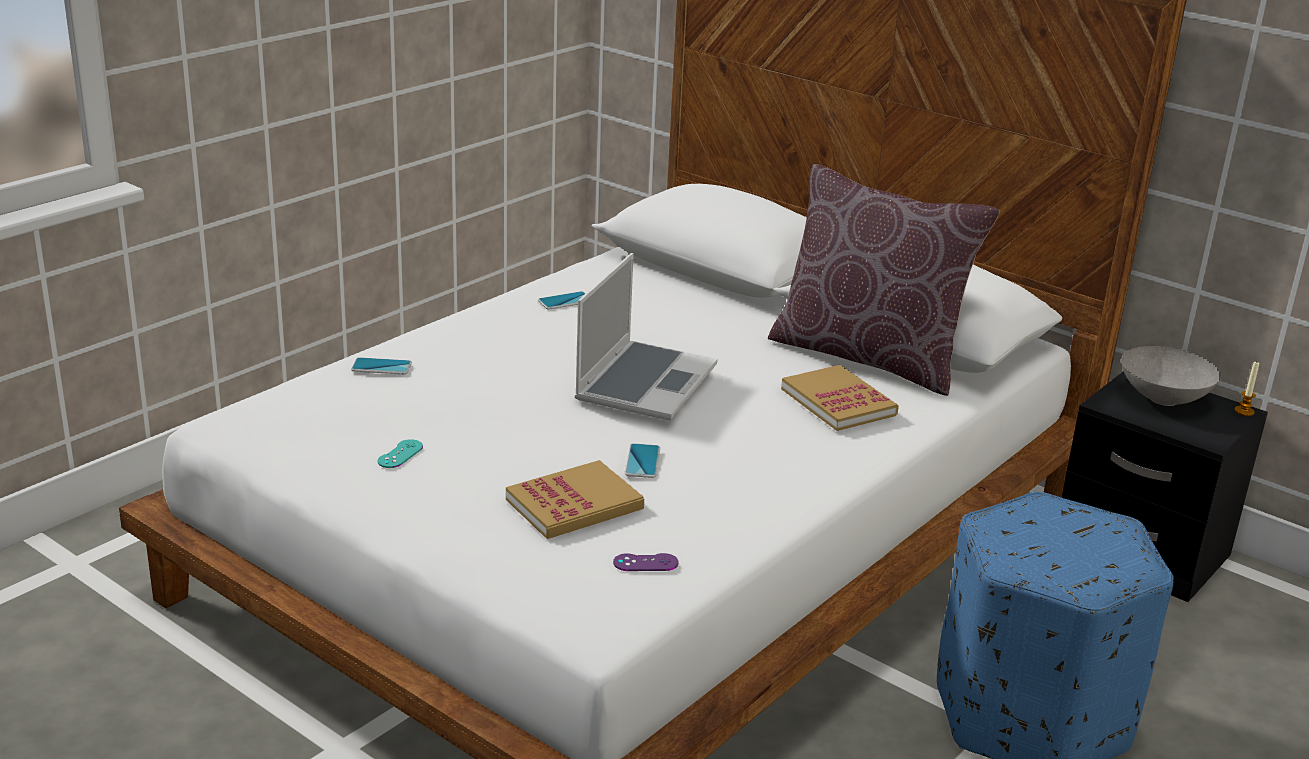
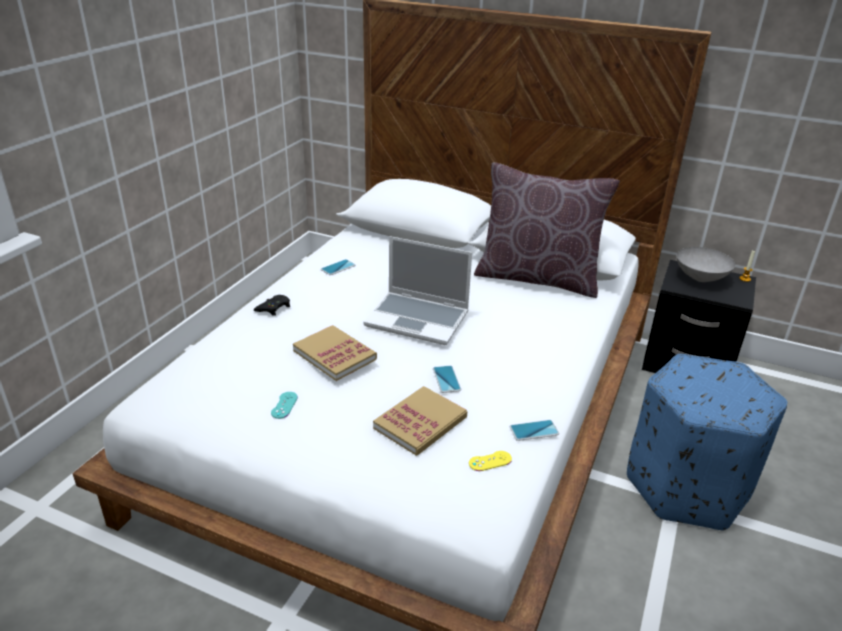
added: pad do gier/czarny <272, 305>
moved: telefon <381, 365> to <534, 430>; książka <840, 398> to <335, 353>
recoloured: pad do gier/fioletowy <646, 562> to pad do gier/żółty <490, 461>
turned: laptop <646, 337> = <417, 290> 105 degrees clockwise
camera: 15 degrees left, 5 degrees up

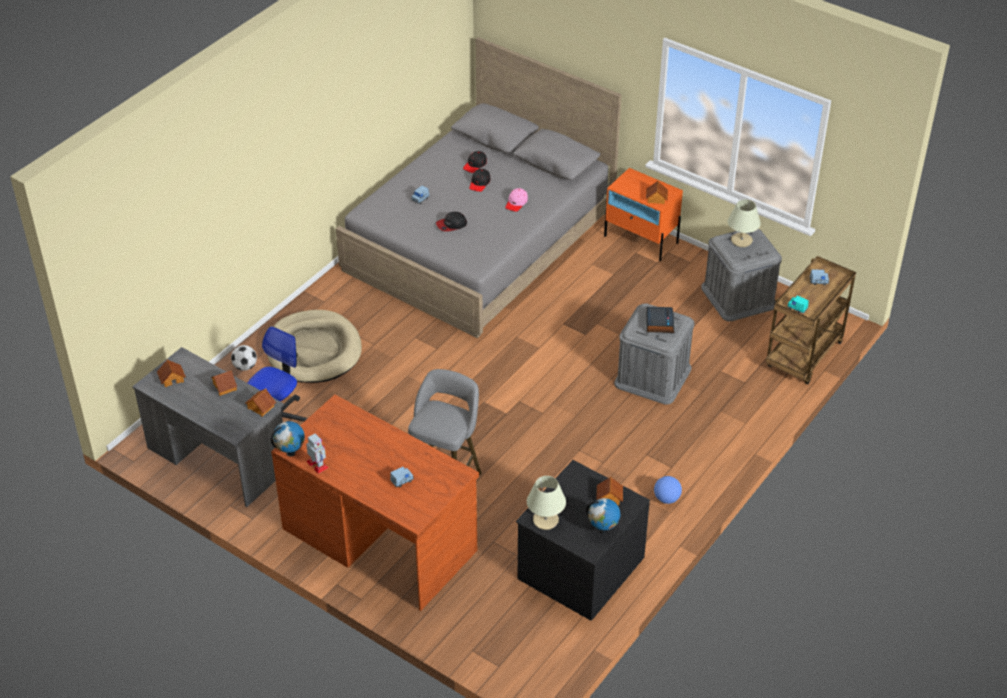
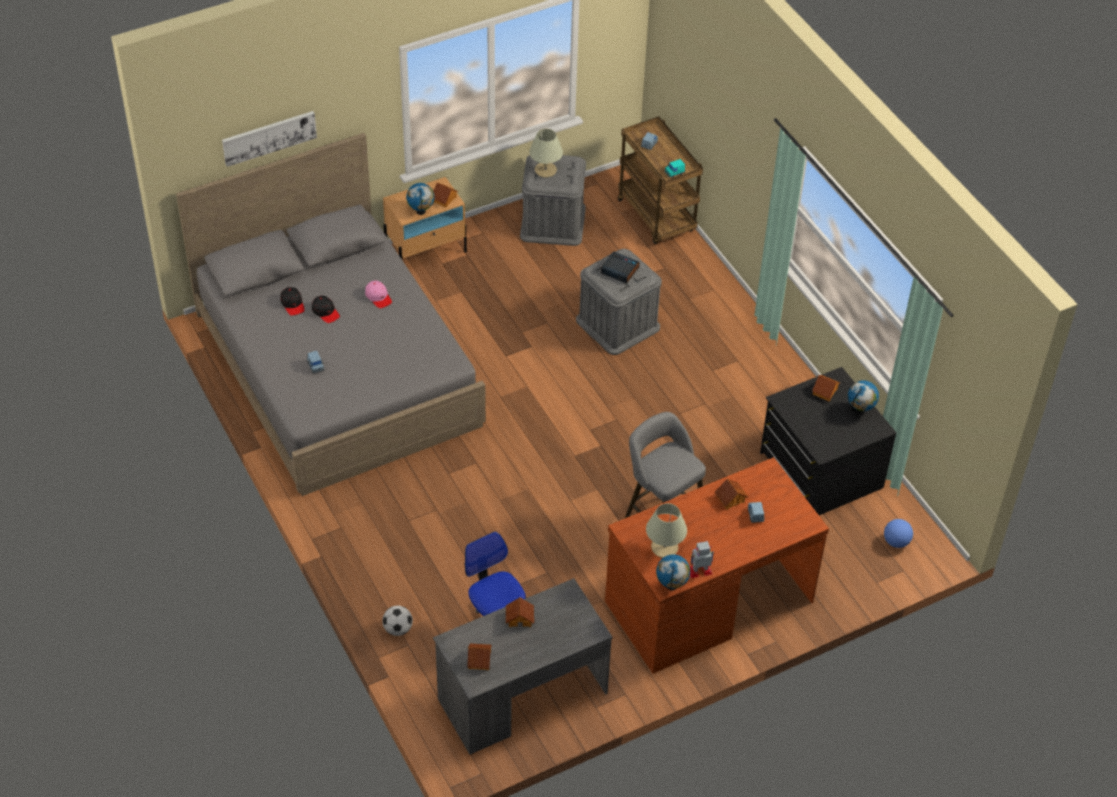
removed: legowisko/beżowy <314, 346>; czapka z daszkiem <451, 222>
added: obraz <269, 139>; globus <420, 199>
moved: domek <260, 402> to <731, 494>; lampa stołowa/beżowy <546, 503> to <666, 530>; piłka futbolowa <668, 490> to <898, 533>
recoloured: szafka nocna/pomarańczowy <643, 214> to szafka nocna/beżowy <425, 218>
camera: 65 degrees left, 5 degrees up

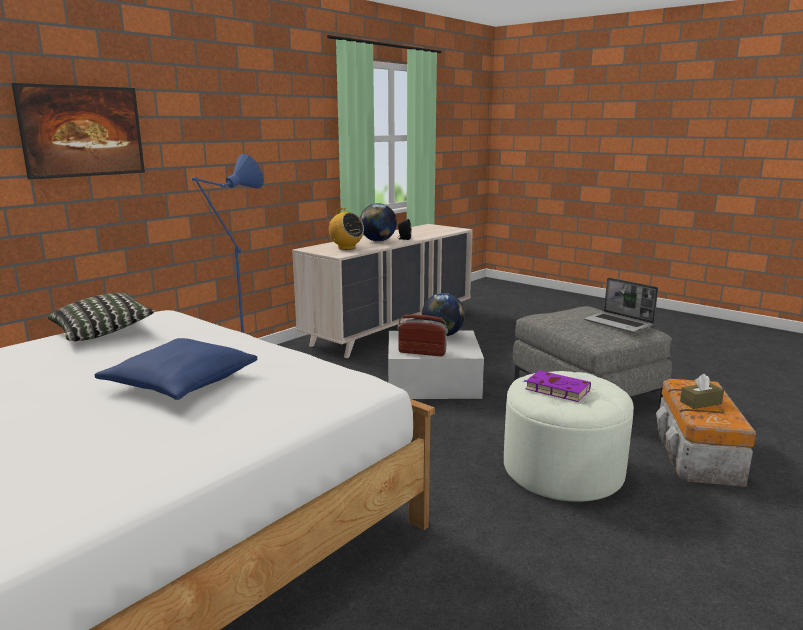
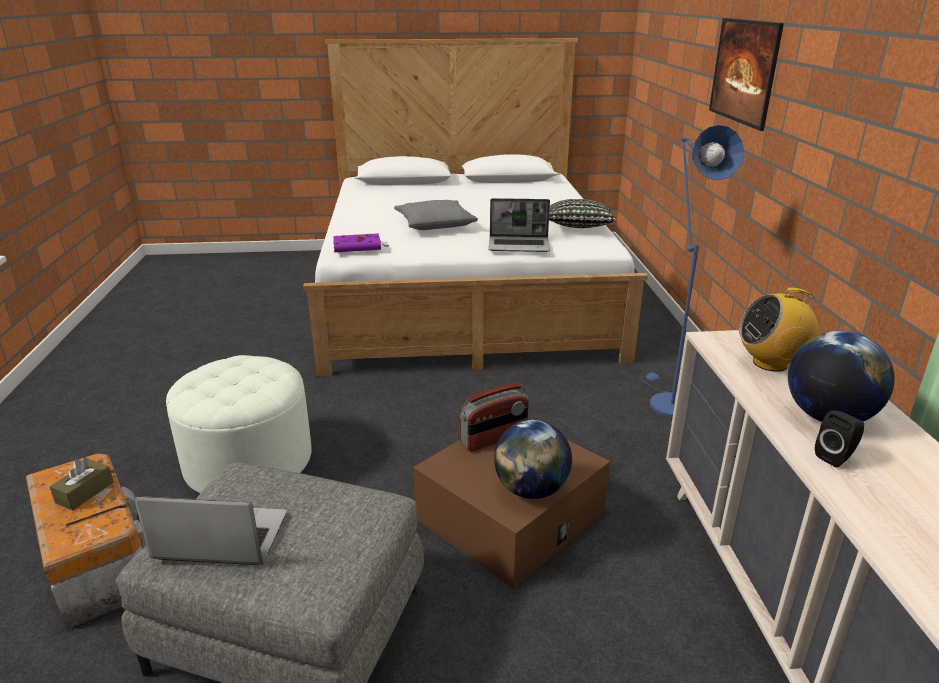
added: laptop <519, 225>
moved: książka/fioletowy <557, 386> to <361, 242>
recoloured: poduszka/niebieski <176, 369> to poduszka/szary <436, 215>; pojemnik do przechowywania/biały <436, 365> to pojemnik do przechowywania/brązowy <511, 514>
camera: 135 degrees right, 10 degrees up

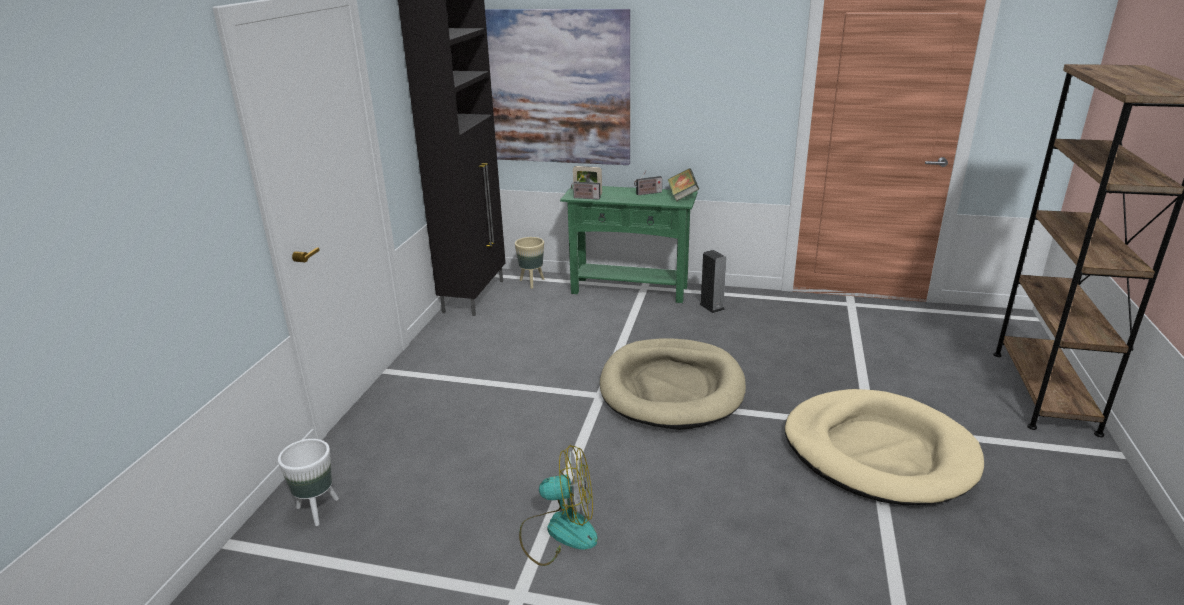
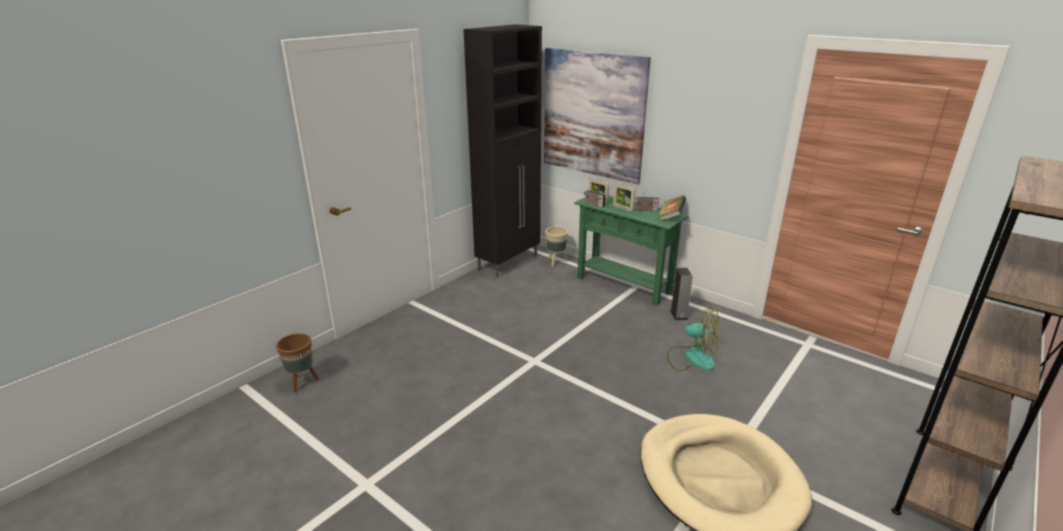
removed: legowisko/beżowy <673, 384>
added: ramka na zdjęcie <624, 197>
moved: wentylator <558, 505> to <693, 339>
recoloured: donica/biały <308, 482> to donica/brązowy <297, 363>
camera: 25 degrees right, 0 degrees up

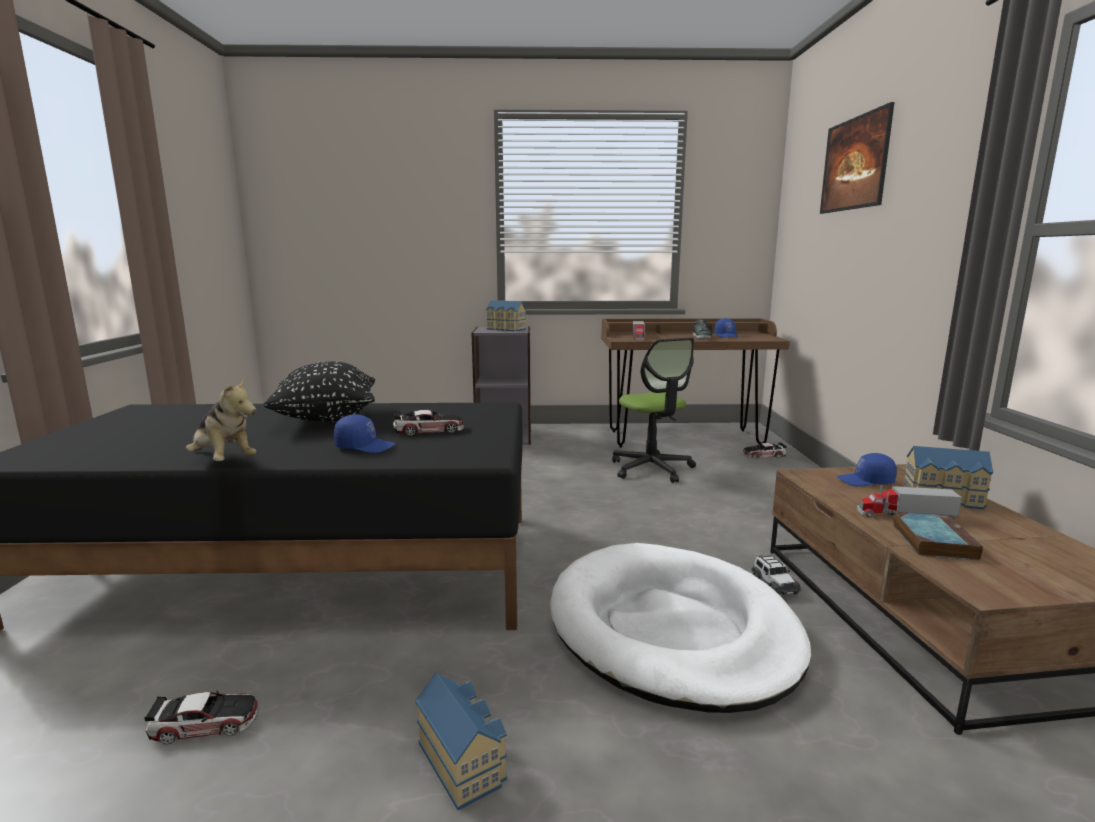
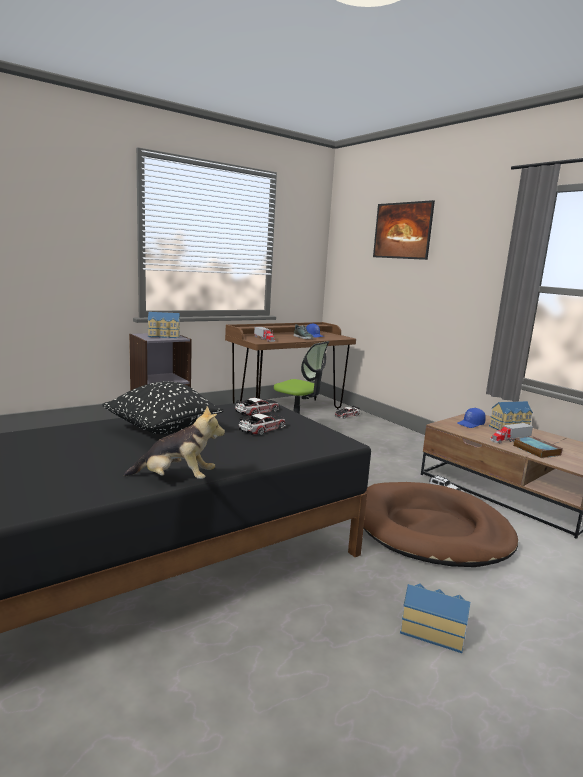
removed: czapka z daszkiem/niebieski <364, 433>
moved: samochodzik <201, 717> to <257, 407>
recoloured: legowisko/biały <680, 628> to legowisko/brązowy <441, 524>
camera: 35 degrees left, 0 degrees up

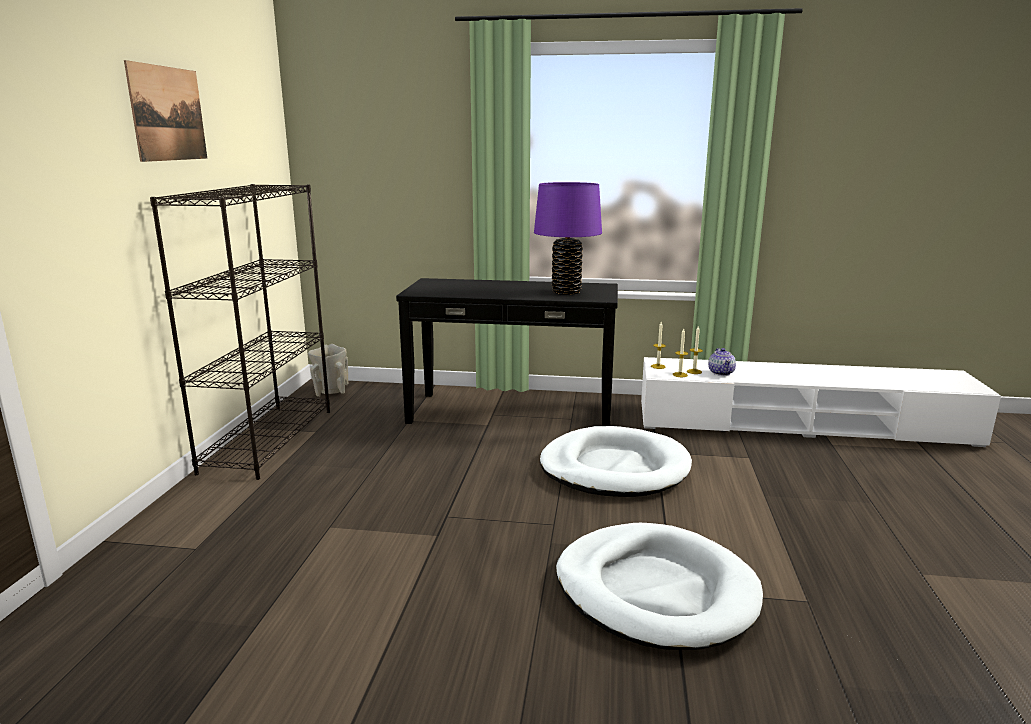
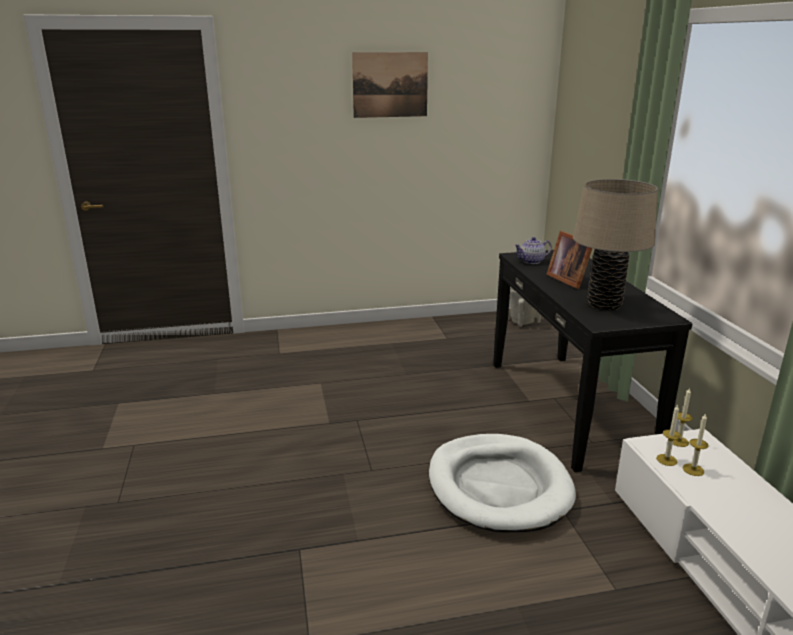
removed: regał/czarny <240, 332>; legowisko/biały <659, 586>
added: ramka na zdjęcie <569, 260>
moved: imbryk <722, 362> to <533, 250>
recoloured: lampa stołowa/fioletowy <568, 238> to lampa stołowa/beżowy <615, 244>
camera: 70 degrees right, 5 degrees up

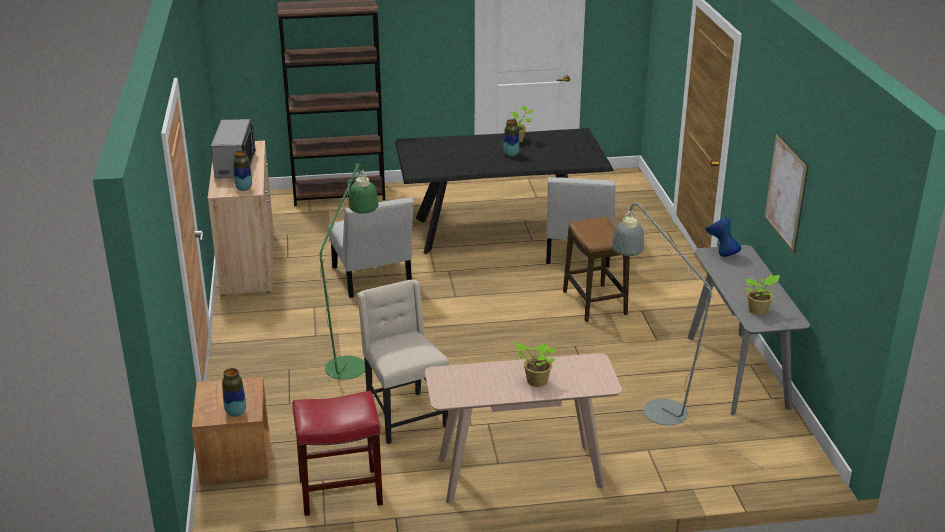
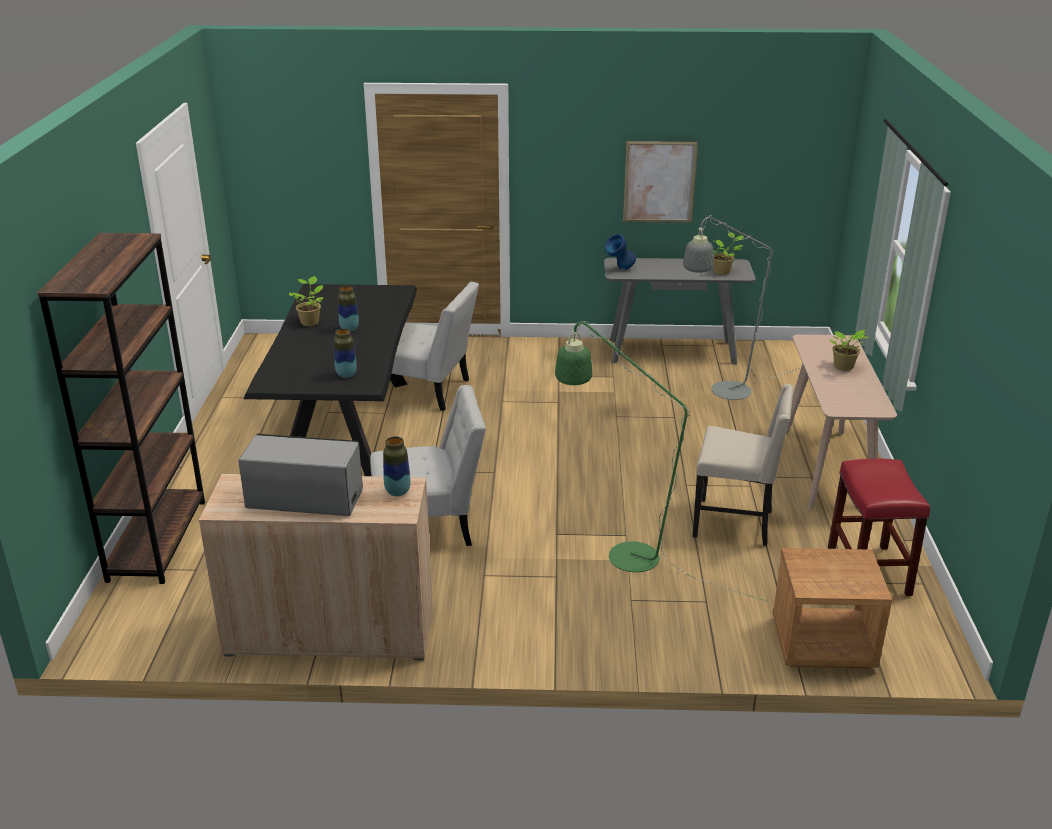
removed: stołek <596, 269>
moved: wazon <234, 392> to <345, 353>
turned: krzesło/beżowy <403, 362> = <743, 465> 150 degrees counterclockwise
camera: 80 degrees left, 0 degrees up

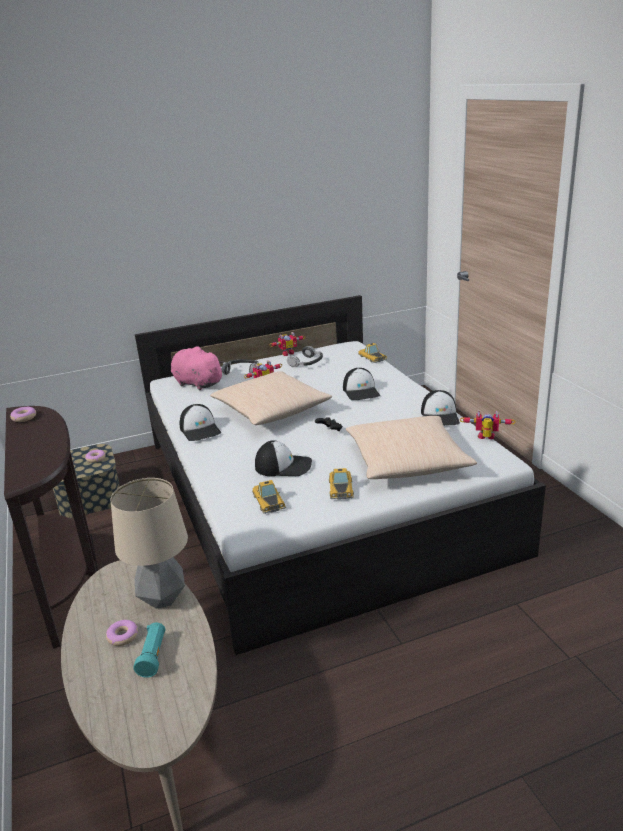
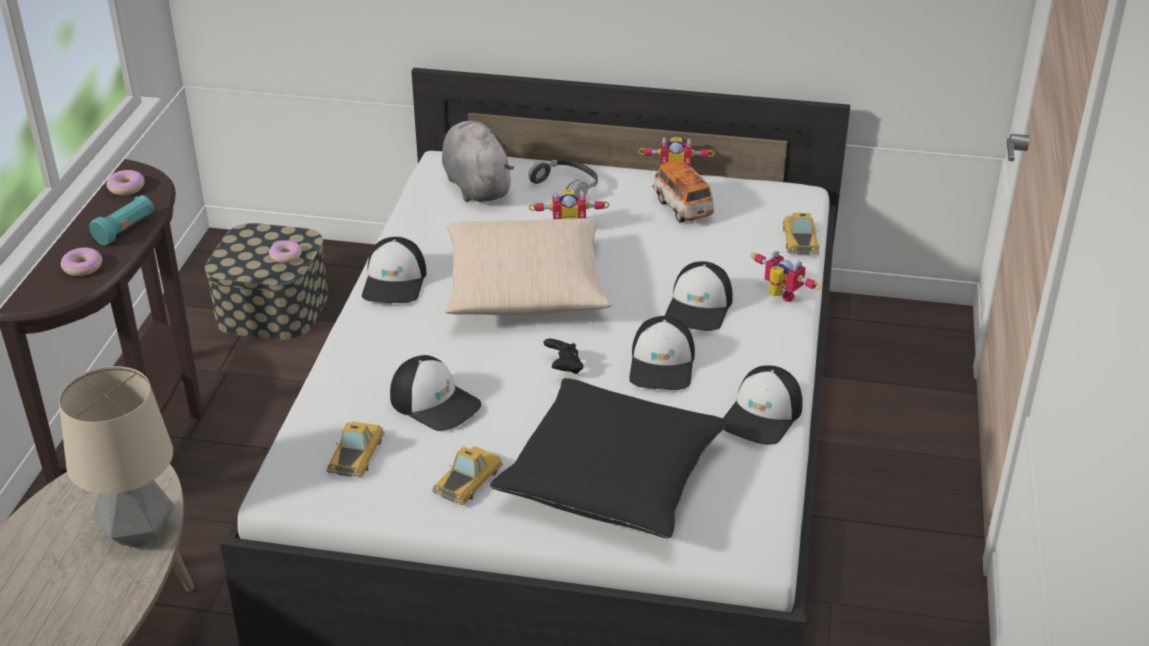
added: czapka z daszkiem <662, 353>
moved: donut <122, 633> to <81, 262>; latarka/turkusowy <149, 650> to <121, 220>; robot zabawkowy <488, 424> to <785, 276>
replaced: słuchawki <305, 356> to samochodzik <683, 191>
recoloured: pluszak/różowy <197, 368> to pluszak/szary <478, 161>; poduszka/beżowy <411, 447> to poduszka/czarny <609, 458>
camera: 30 degrees right, 10 degrees up

